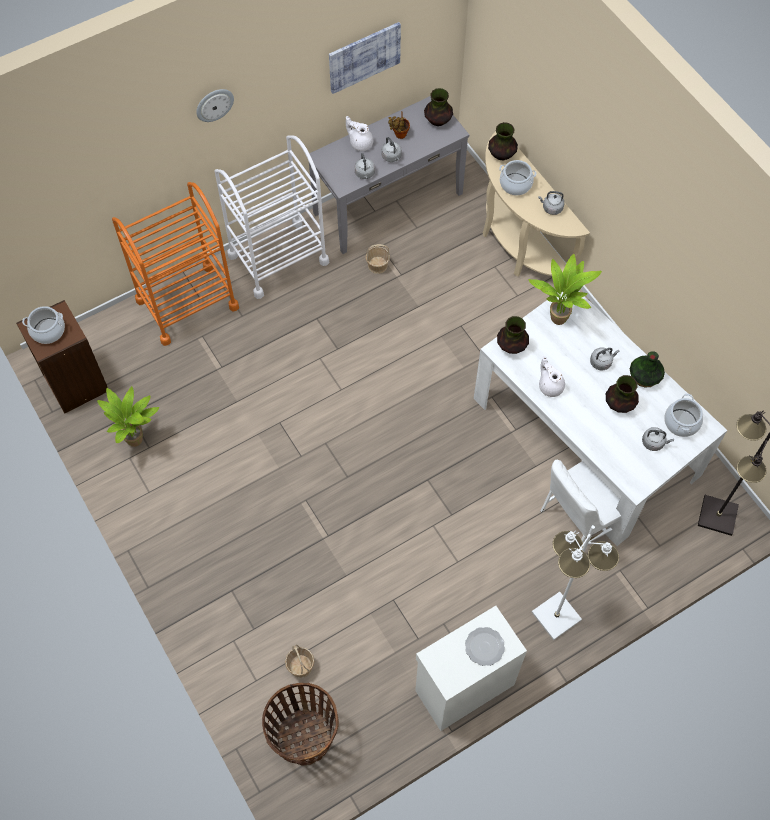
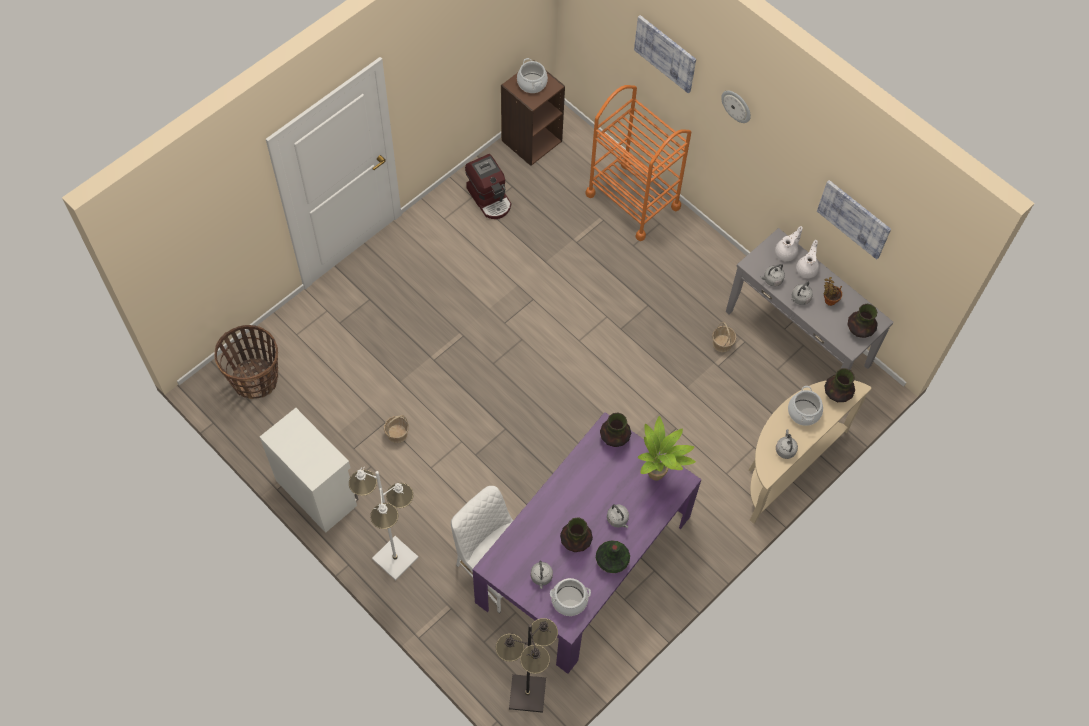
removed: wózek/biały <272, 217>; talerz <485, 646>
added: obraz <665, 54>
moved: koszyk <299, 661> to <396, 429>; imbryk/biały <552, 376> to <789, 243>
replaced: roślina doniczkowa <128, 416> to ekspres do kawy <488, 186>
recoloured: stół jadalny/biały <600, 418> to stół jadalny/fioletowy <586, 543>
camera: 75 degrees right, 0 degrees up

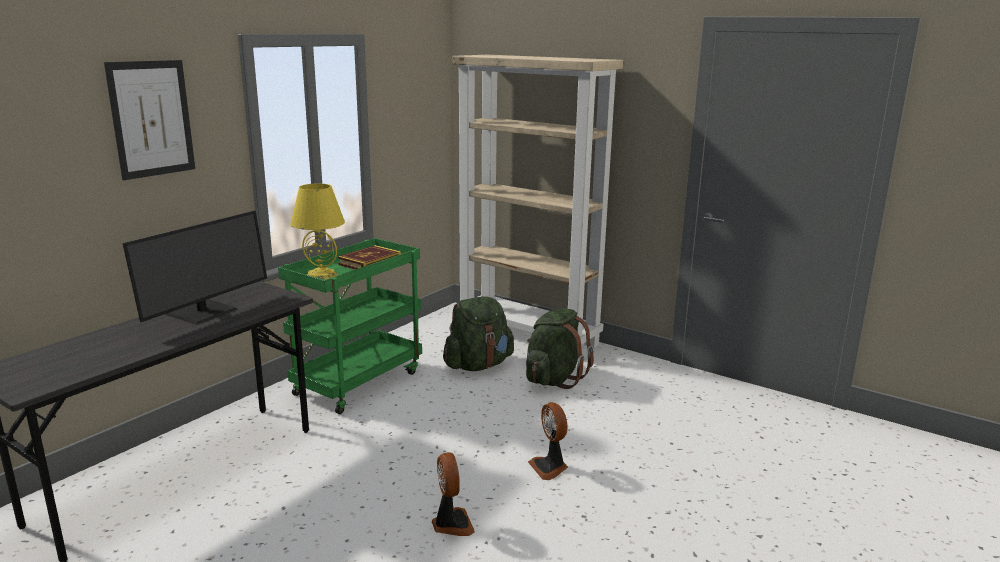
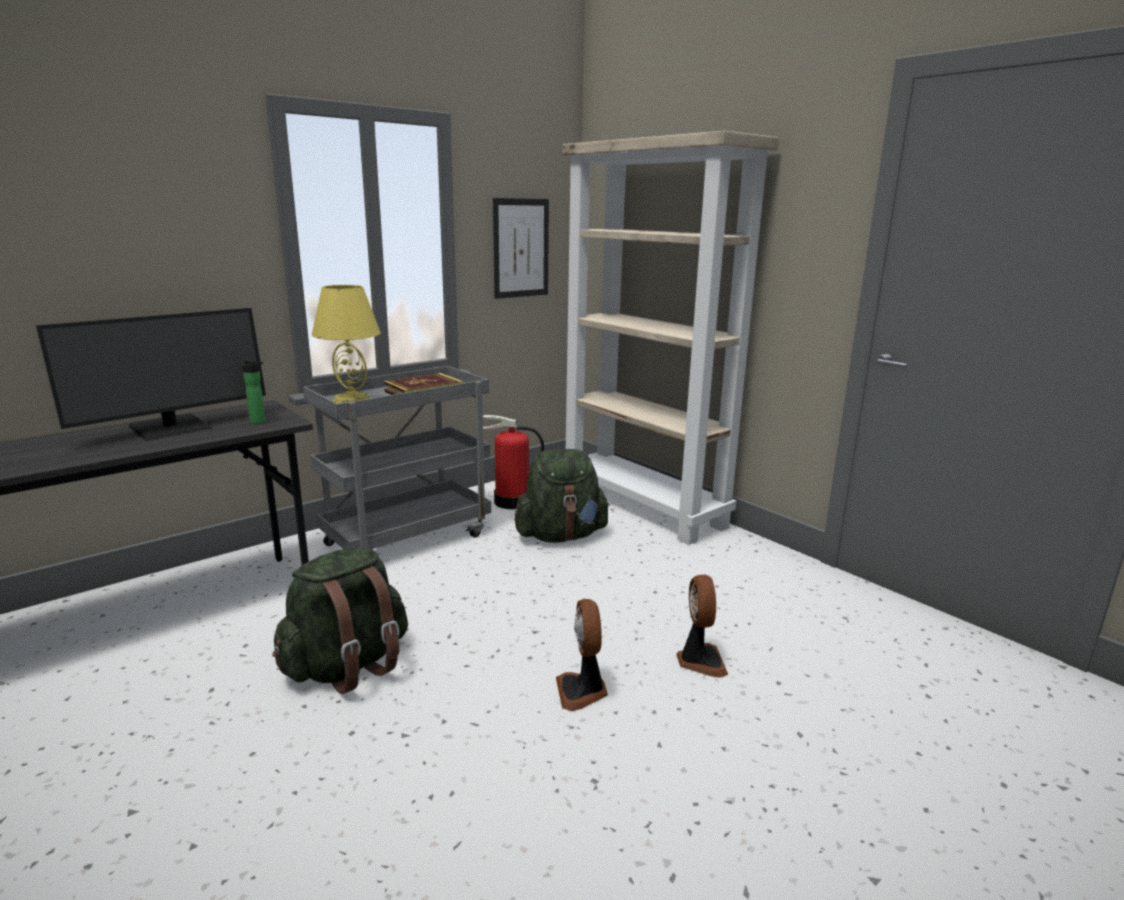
added: butelka <254, 391>; gaśnica <513, 462>
moved: obraz <149, 120> to <521, 248>; wentylator <453, 494> to <702, 626>; plecak/zielony <560, 348> to <340, 621>
recoloured: wózek/zielony <350, 326> to wózek/szary <397, 457>
camera: 15 degrees right, 0 degrees up

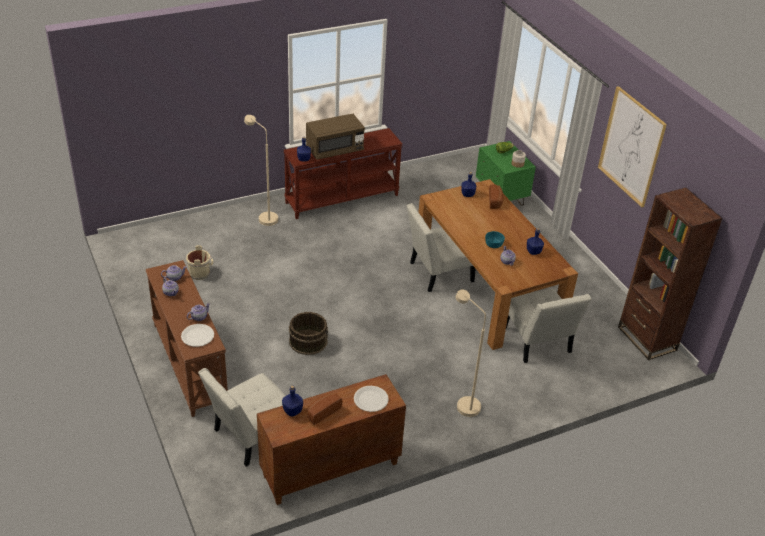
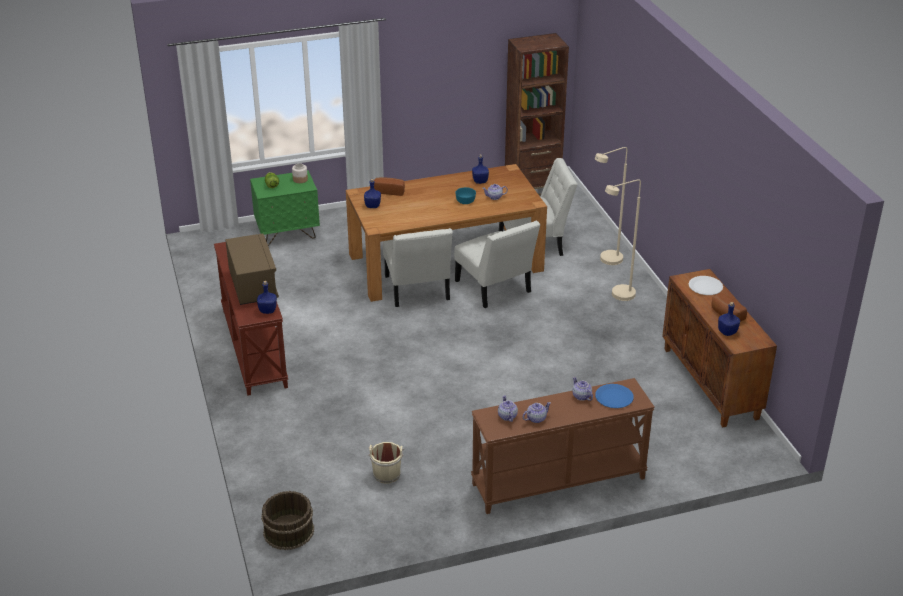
removed: obraz <632, 146>
moved: krzesło/biały <242, 417> to <497, 264>; lampa stojąca/beżowy <261, 170> to <611, 206>; wiadro/brązowy <308, 333> to <287, 520>
recoloured: talerz/biały <197, 335> to talerz/niebieski <614, 396>
camera: 80 degrees left, 5 degrees down

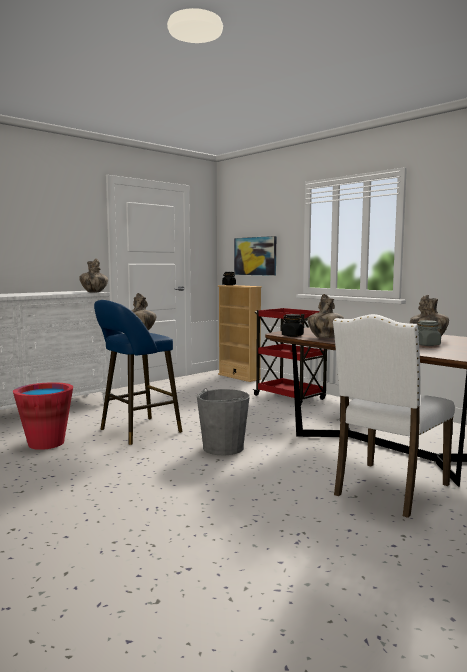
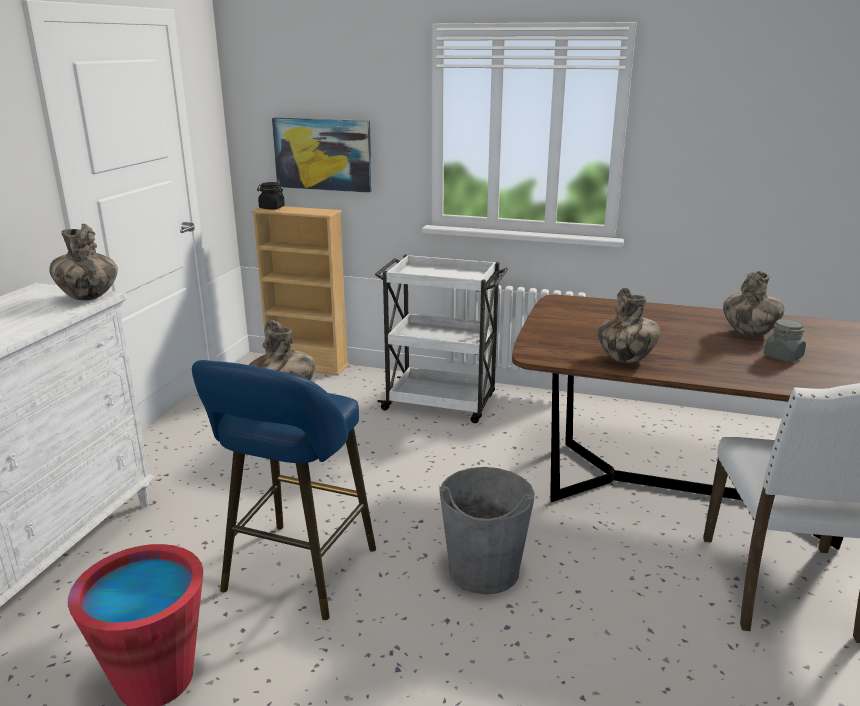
removed: słoik/czarny <293, 325>
recoloured: wózek/czerwony <289, 356> to wózek/biały <441, 339>
camera: 30 degrees left, 15 degrees up

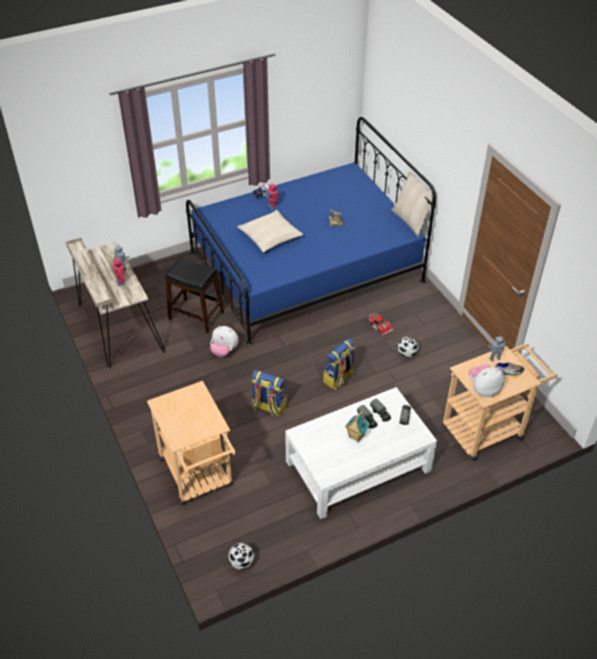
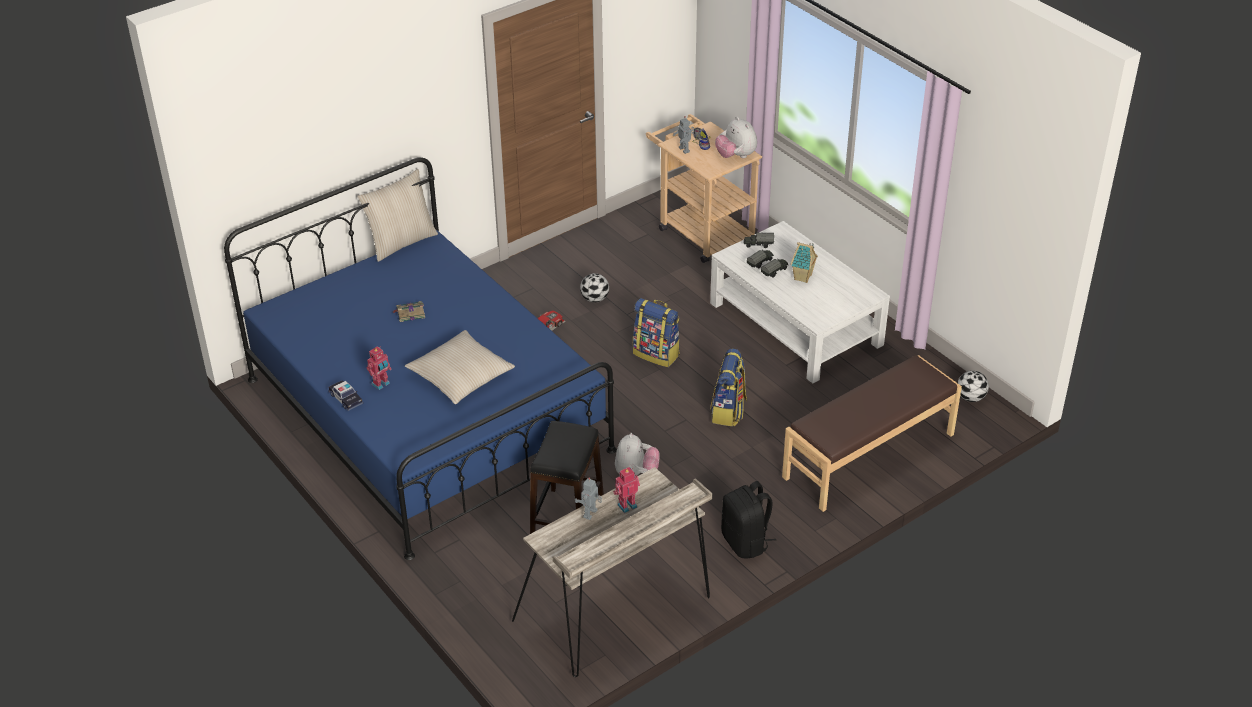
added: plecak/czarny <748, 520>
replaced: wózek/beżowy <191, 443> to ławka/brązowy <872, 433>
camera: 100 degrees left, 5 degrees down

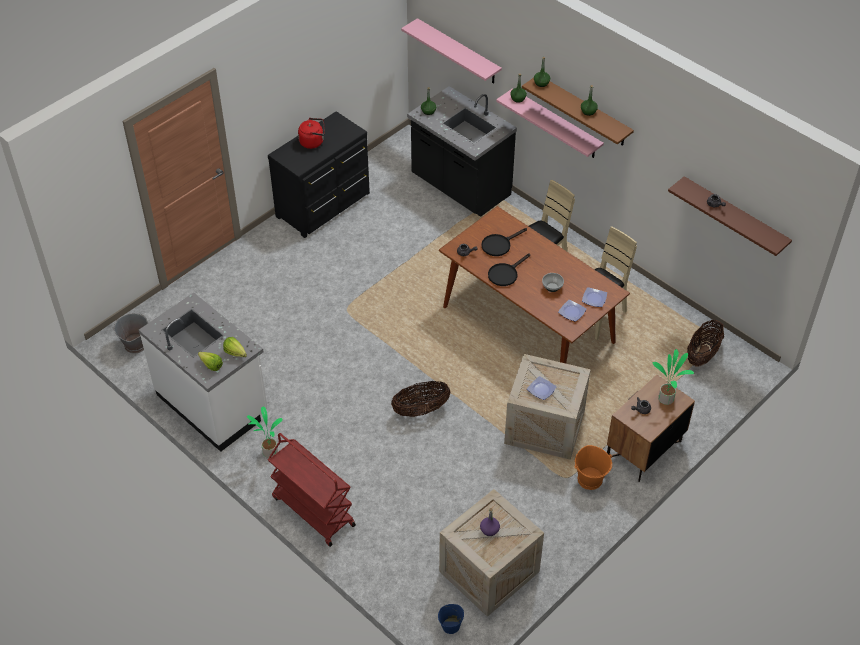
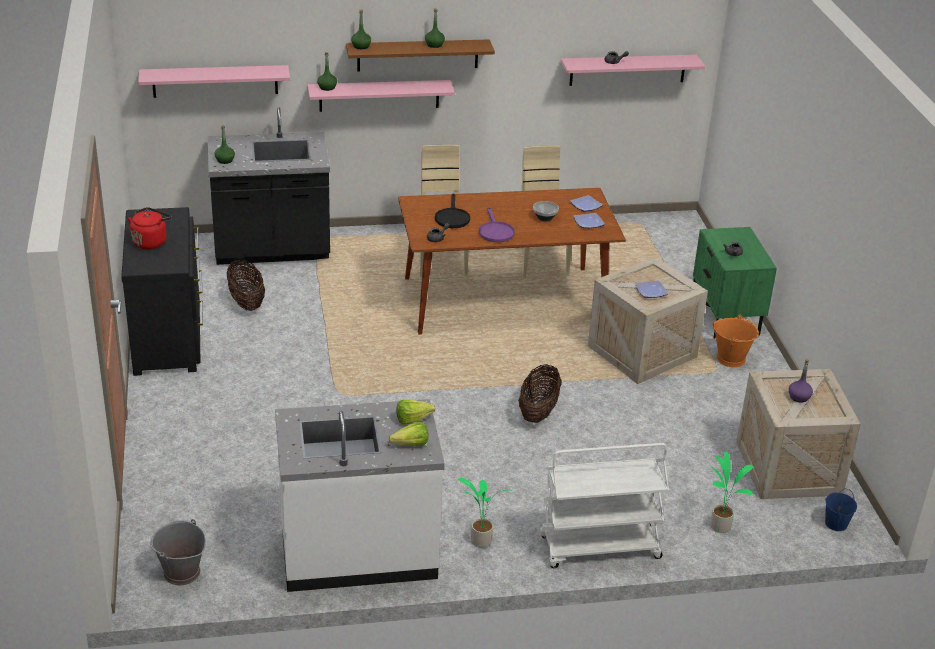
moved: roślina doniczkowa <673, 377> to <731, 492>; koszyk <705, 343> to <245, 285>
recoloured: wózek/czerwony <312, 490> to wózek/biały <604, 505>; patelnia/czarny <509, 269> to patelnia/fioletowy <497, 224>; szafka nocna/brązowy <651, 428> to szafka nocna/zielony <735, 282>; półka/brązowy <730, 216> to półka/różowy <633, 70>
camera: 55 degrees left, 15 degrees down

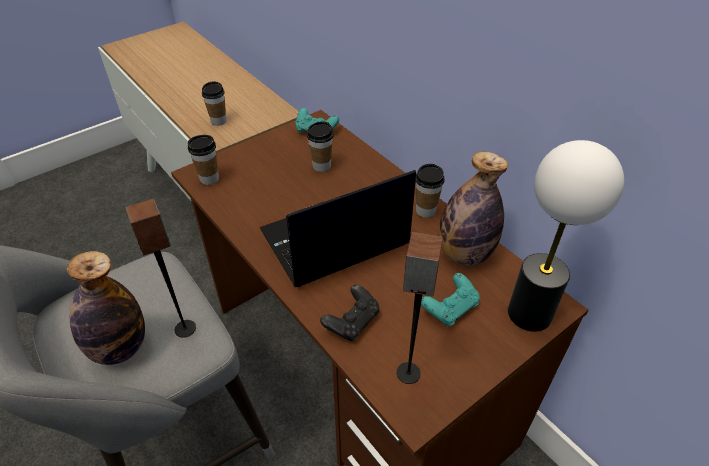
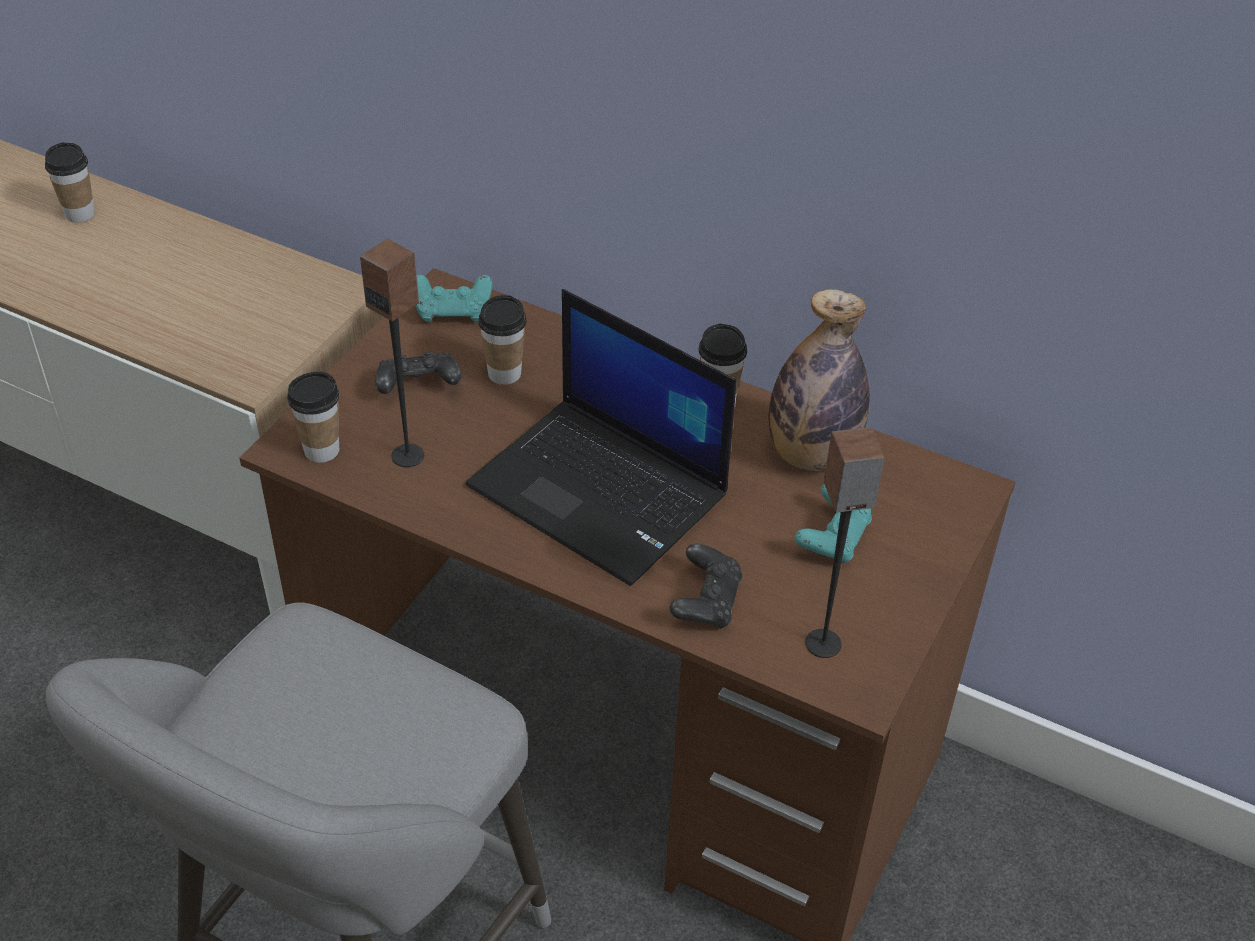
removed: butelka <106, 308>; lampa stołowa <566, 236>
added: pad do gier/czarny <418, 373>
moved: głośnik <160, 268> to <392, 352>; filiżanka <214, 103> to <70, 182>
turned: laptop <338, 228> = <601, 437> 90 degrees counterclockwise
camera: 25 degrees left, 0 degrees up

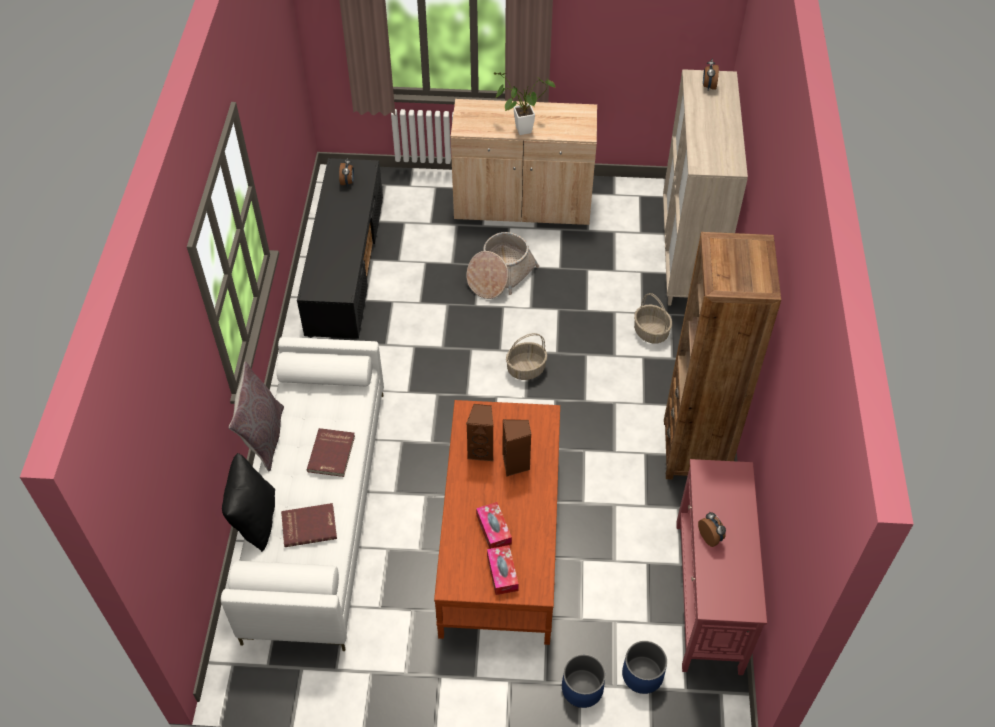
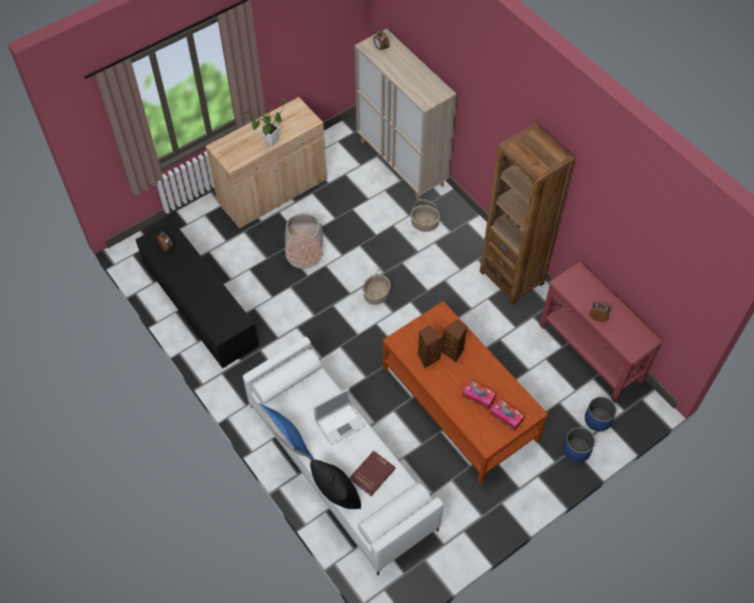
replaced: książka/czerwony <331, 452> to laptop <340, 417>
recoloured: poduszka/szary <256, 416> to poduszka/niebieski <286, 431>
camera: 40 degrees left, 5 degrees up

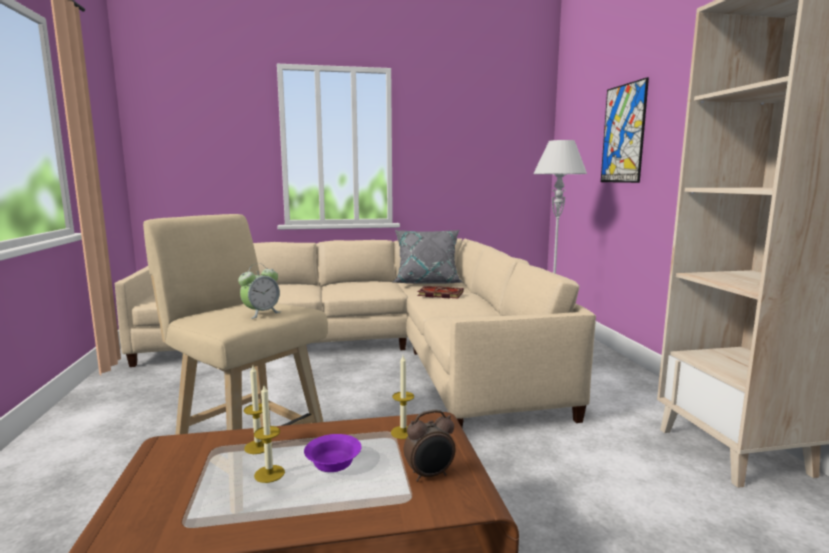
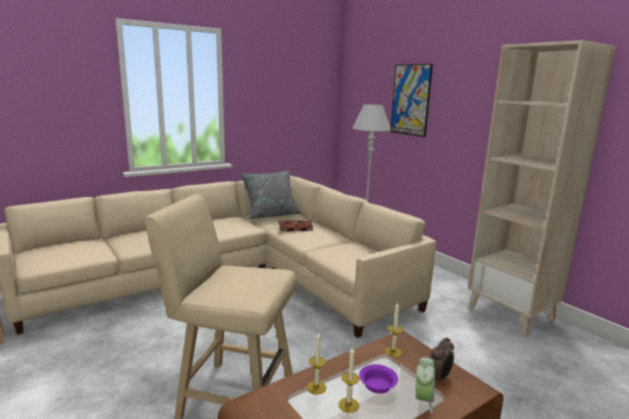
moved: budzik <259, 291> to <425, 384>
camera: 25 degrees left, 5 degrees up

